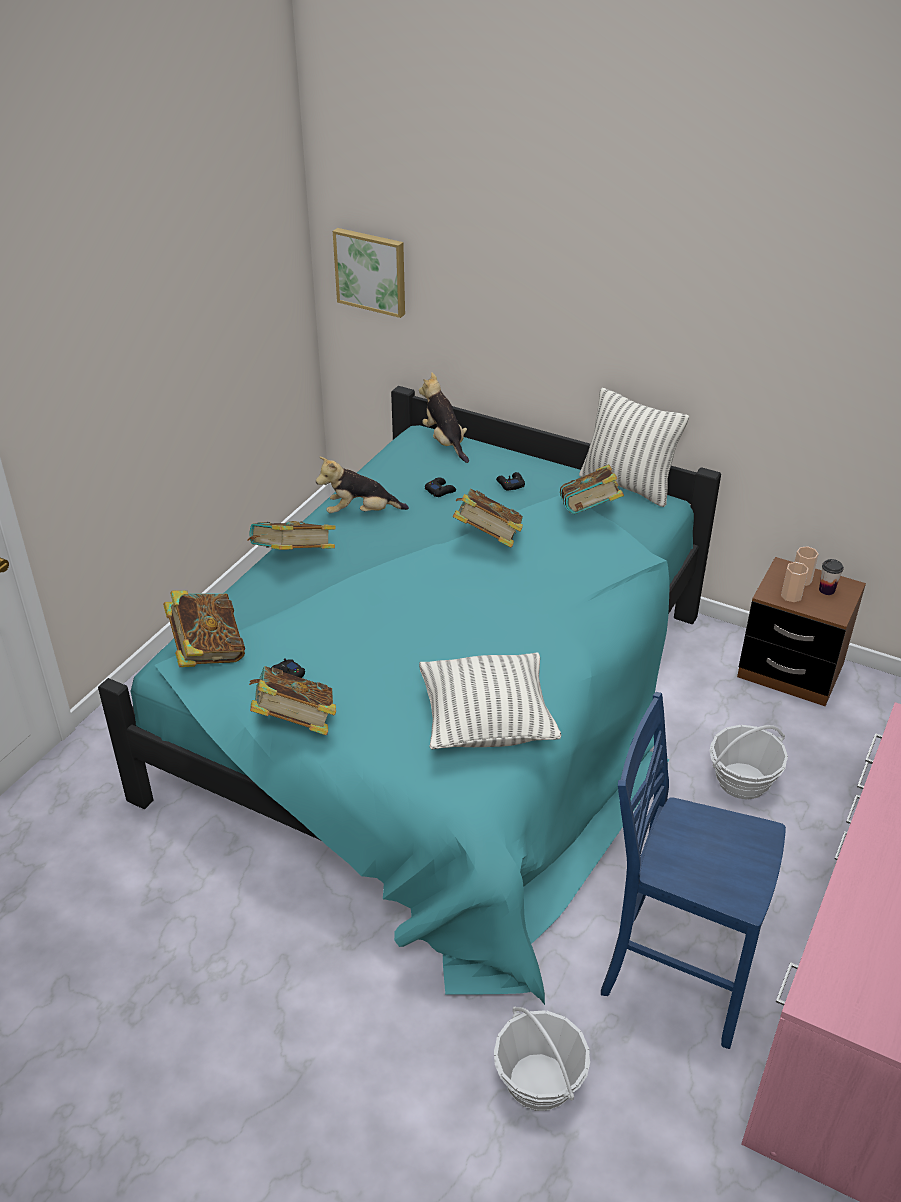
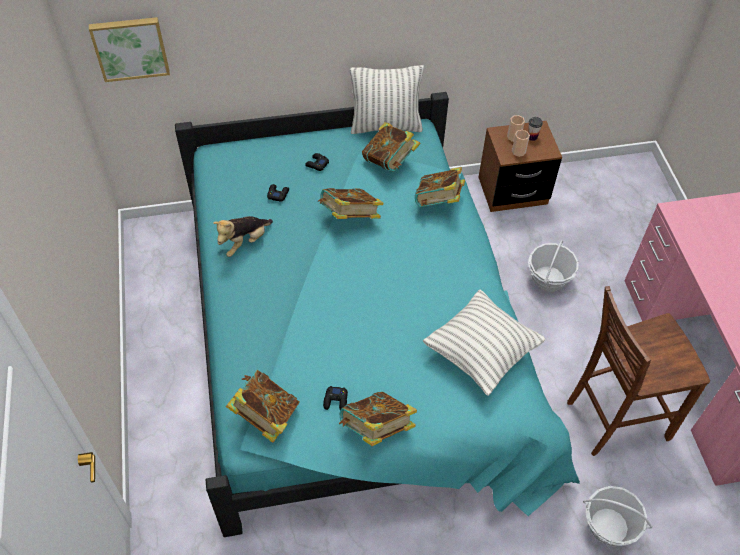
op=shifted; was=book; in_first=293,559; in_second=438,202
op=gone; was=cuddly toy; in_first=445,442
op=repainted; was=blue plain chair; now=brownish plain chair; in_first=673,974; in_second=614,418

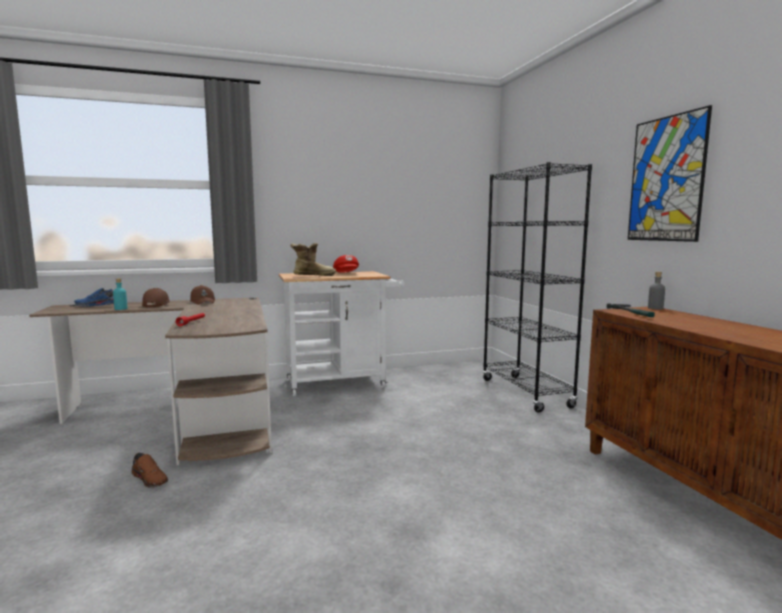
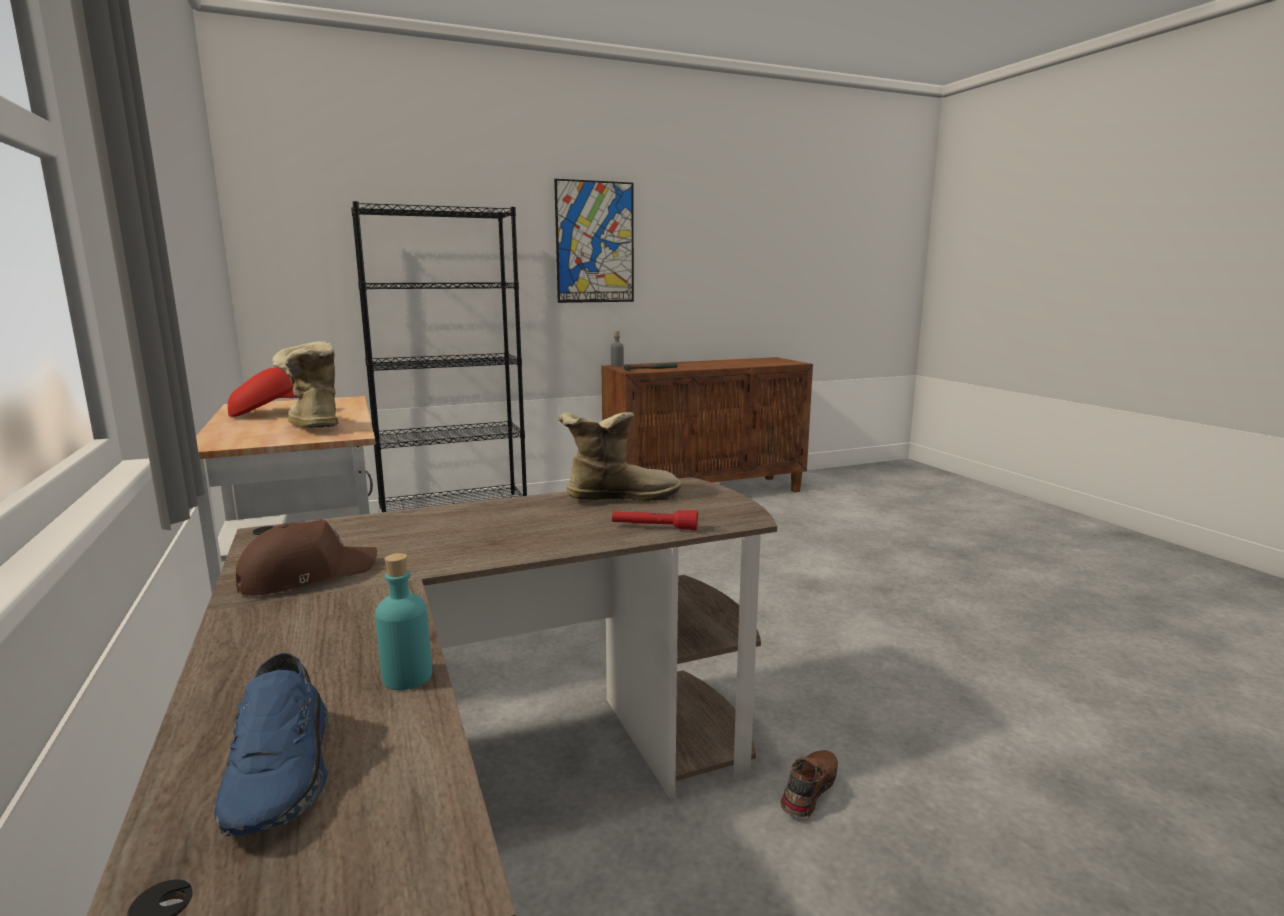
op=gone; was=brownish peaked cap; in_first=156,304
op=new; now=boot; in_second=618,497

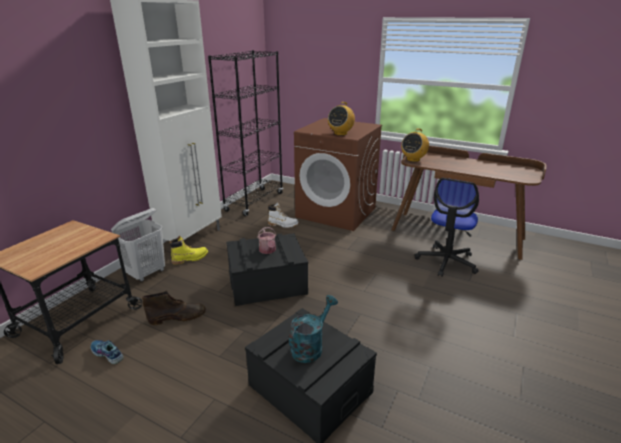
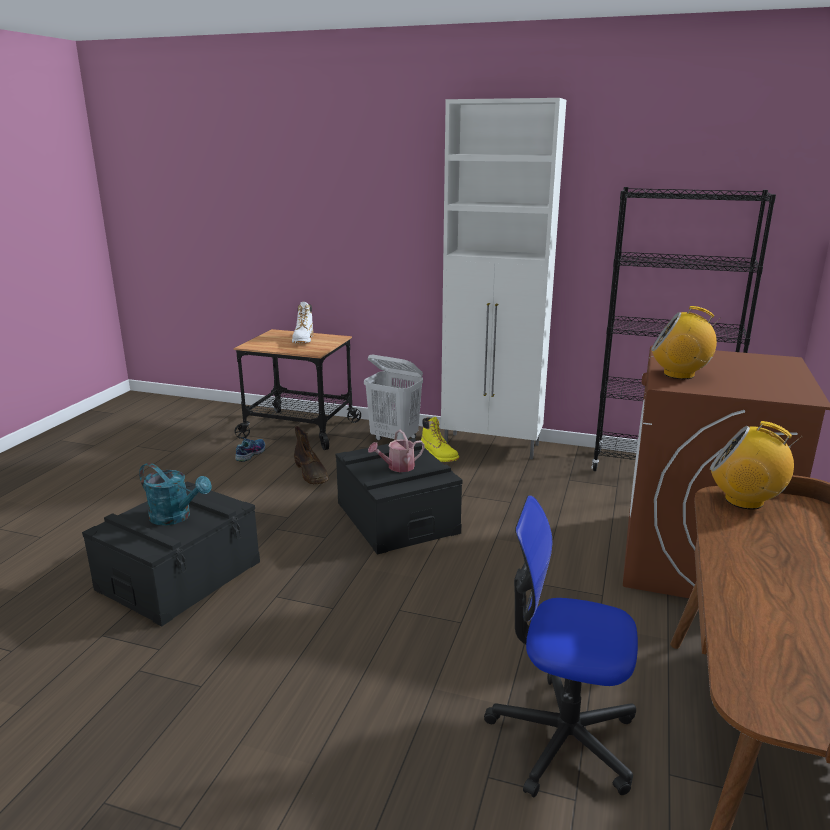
op=shifted; was=white boot; in_first=283,224; in_second=303,340

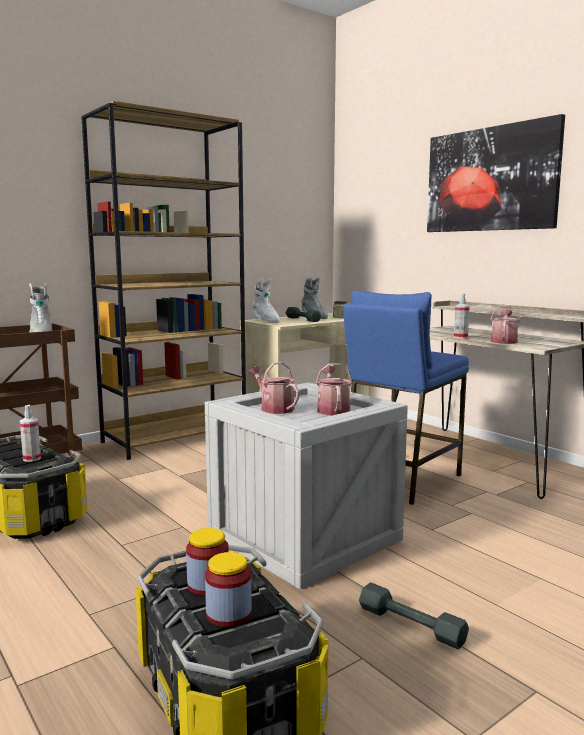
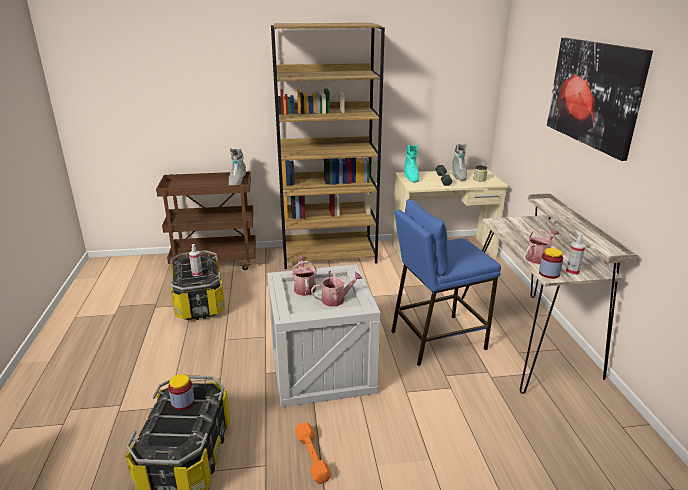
op=shifted; was=storage jar; in_first=228,614; in_second=549,274
op=repainted; was=white boot; now=turquoise-coloured boot; in_first=265,321; in_second=411,177
op=rotated; was=watering can; in_first=332,409; in_second=336,299; clockwise=45
op=repainted; was=gray dumbbell; now=orange-coloured dumbbell; in_first=411,624; in_second=312,456
op=shifted; was=spray bottle; in_first=460,337; in_second=572,272

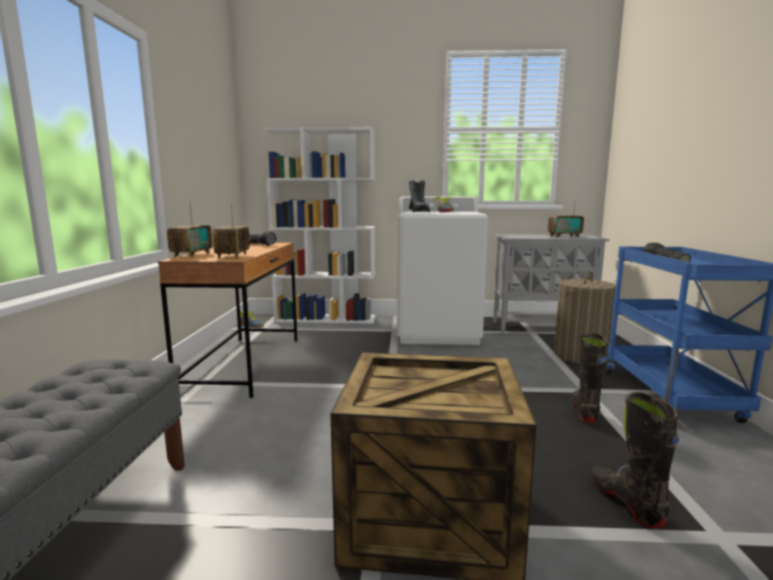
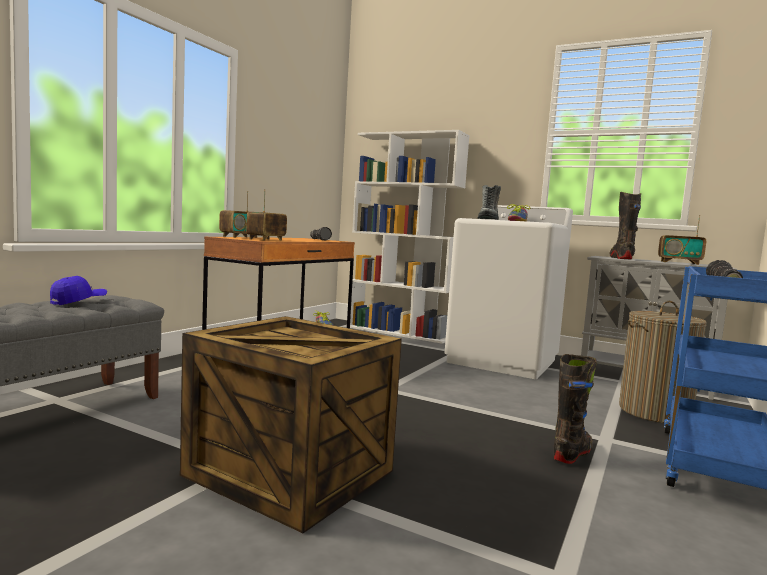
op=shifted; was=black boot; in_first=626,502; in_second=621,258
op=new; now=blue peaked cap; in_second=78,302

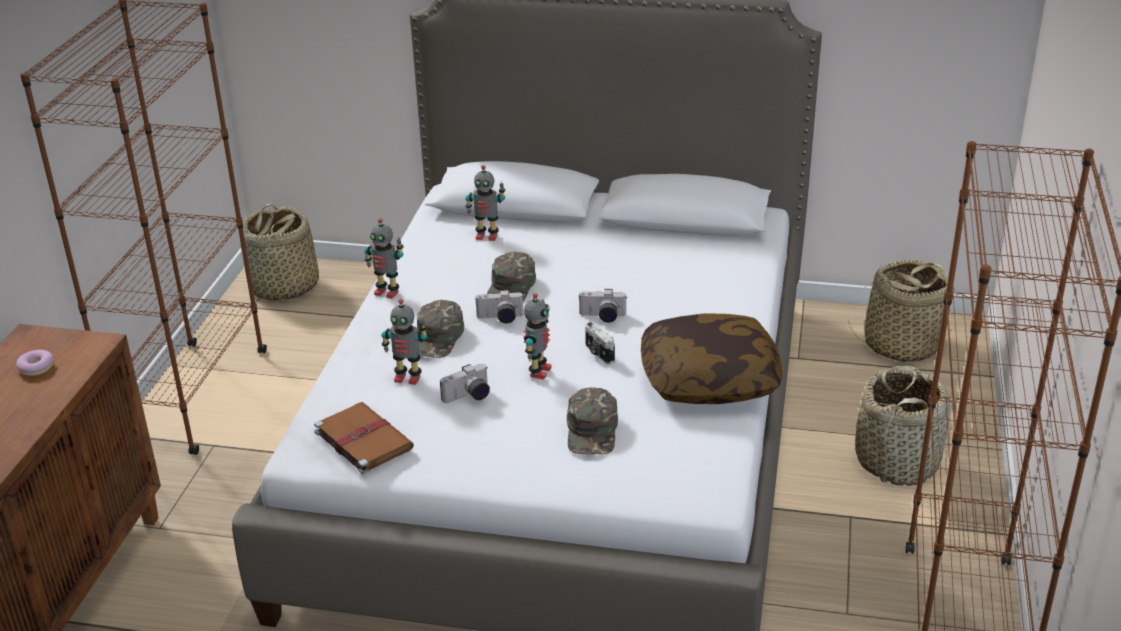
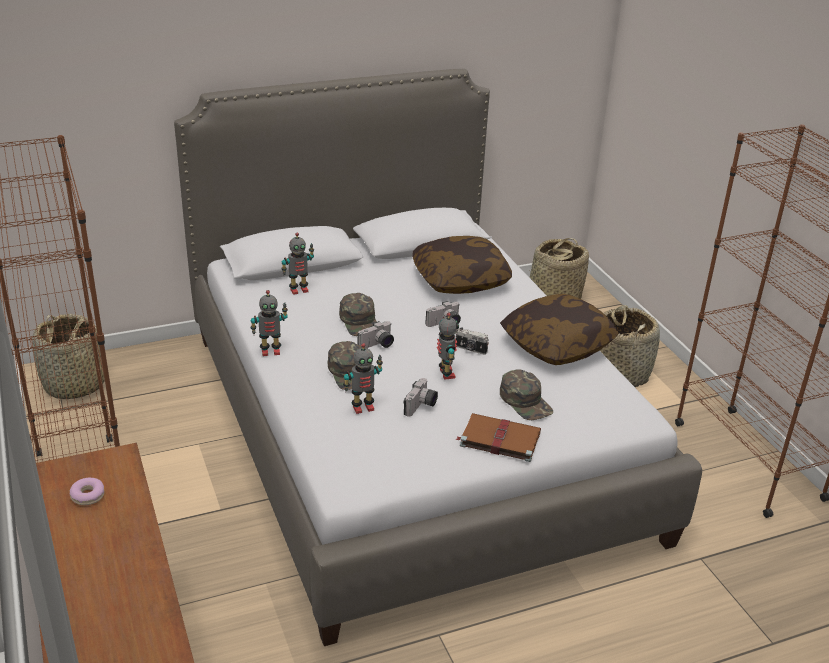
op=shifted; was=brownish book; in_first=362,439; in_second=498,439
op=new; now=throw pillow; in_second=460,280

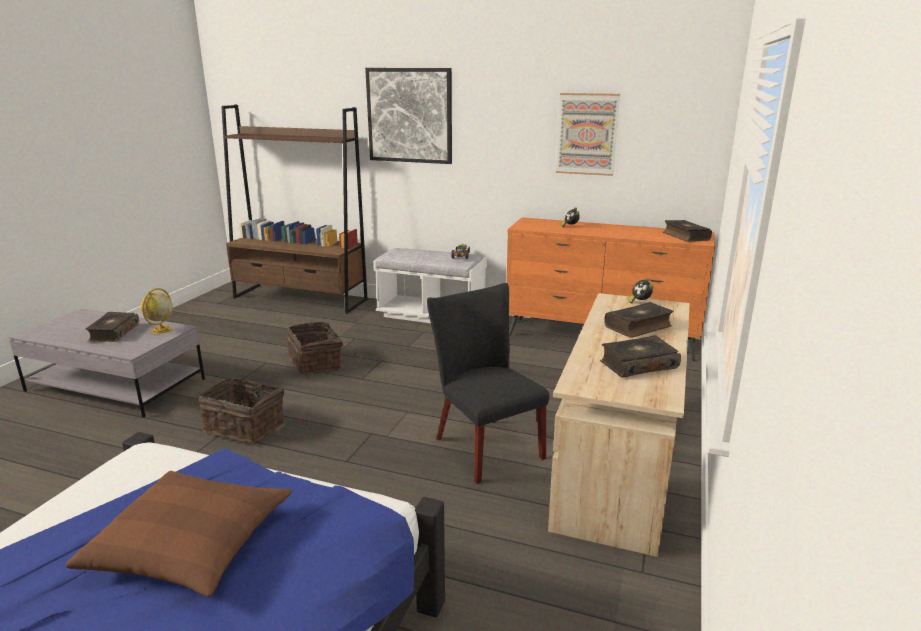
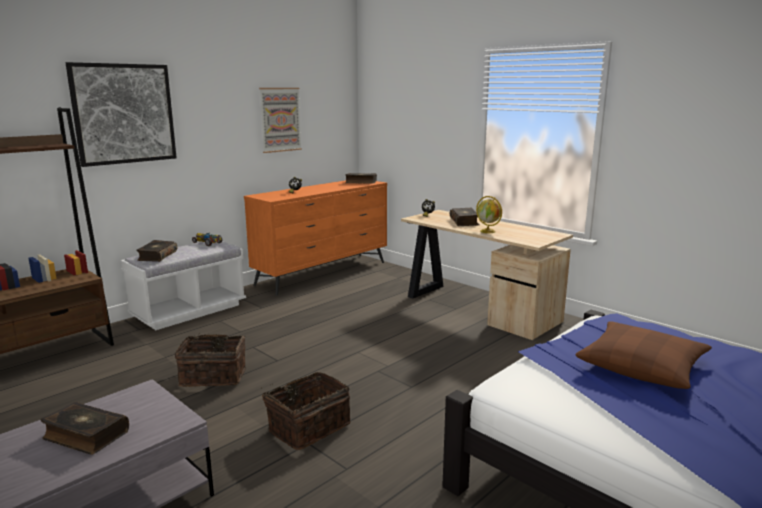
op=shifted; was=globe; in_first=161,330; in_second=488,231
op=gone; was=black plain chair; in_first=483,445
op=shifted; was=book; in_first=637,365; in_second=157,256

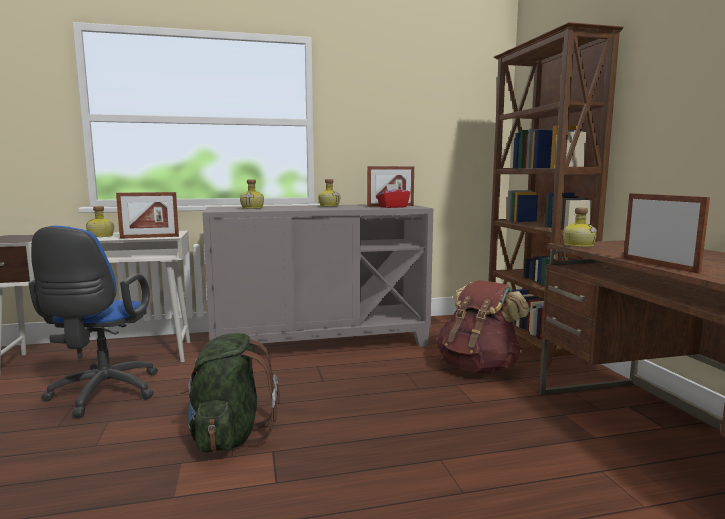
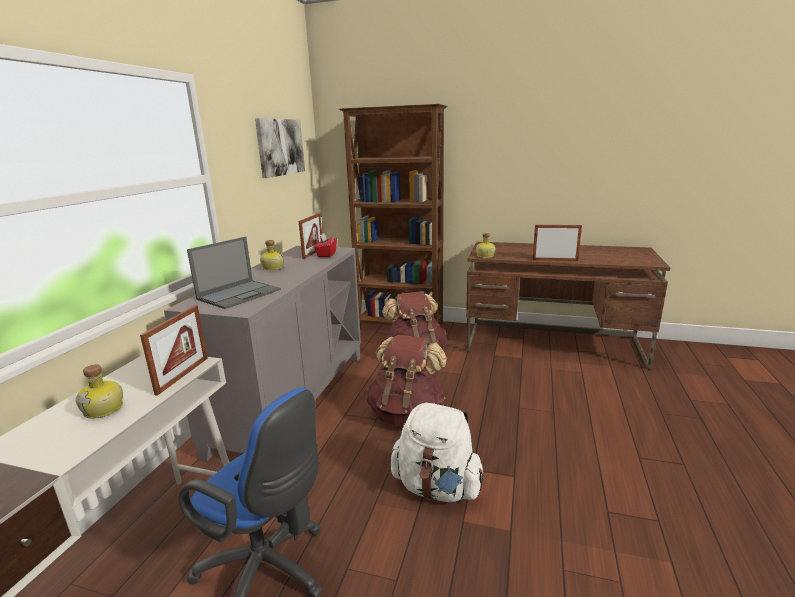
op=repainted; was=greenish rucksack; now=white rucksack; in_first=229,437; in_second=437,487
op=swapped; was=beverage bottle; now=portable computer; in_first=253,208; in_second=240,294
op=new; now=wall art; in_second=280,147
op=new; now=brownish rucksack; in_second=406,414

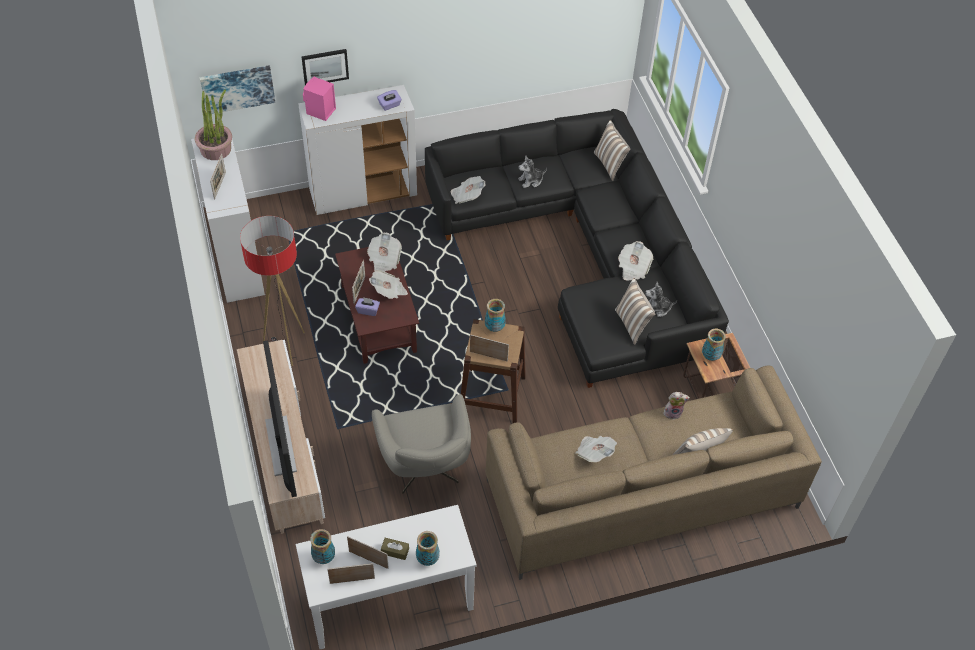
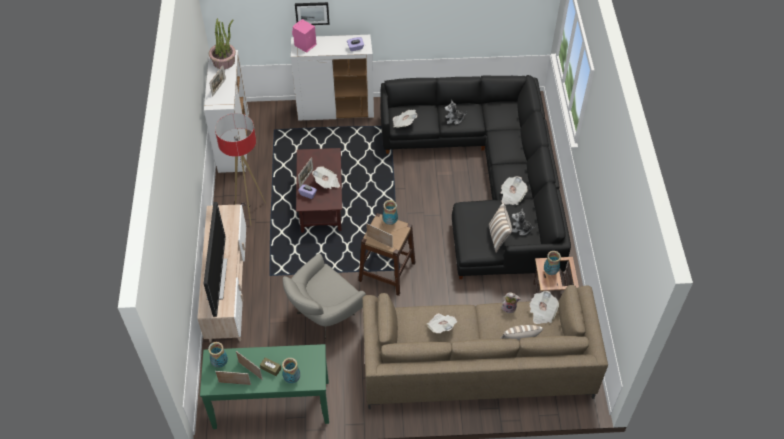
op=gone; was=wall art; in_first=237,88
op=repainted; was=white narrow table; now=greenish narrow table; in_first=389,600; in_second=271,405
op=shifted; was=newspaper; in_first=384,260; in_second=542,312
op=rotated; was=gray armchair; in_first=425,468; in_second=324,315; clockwise=45
op=gone; was=throw pillow; in_first=610,164

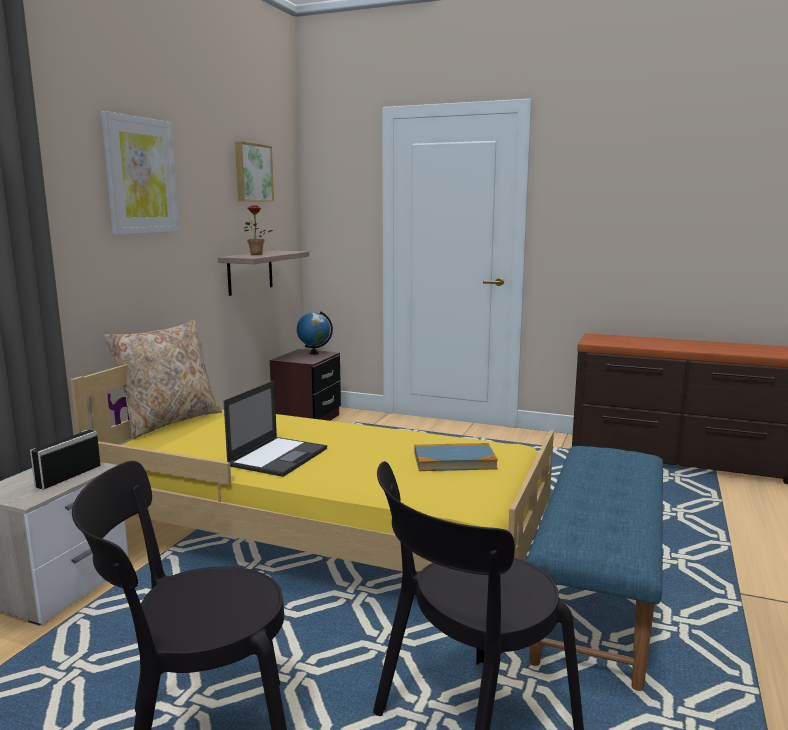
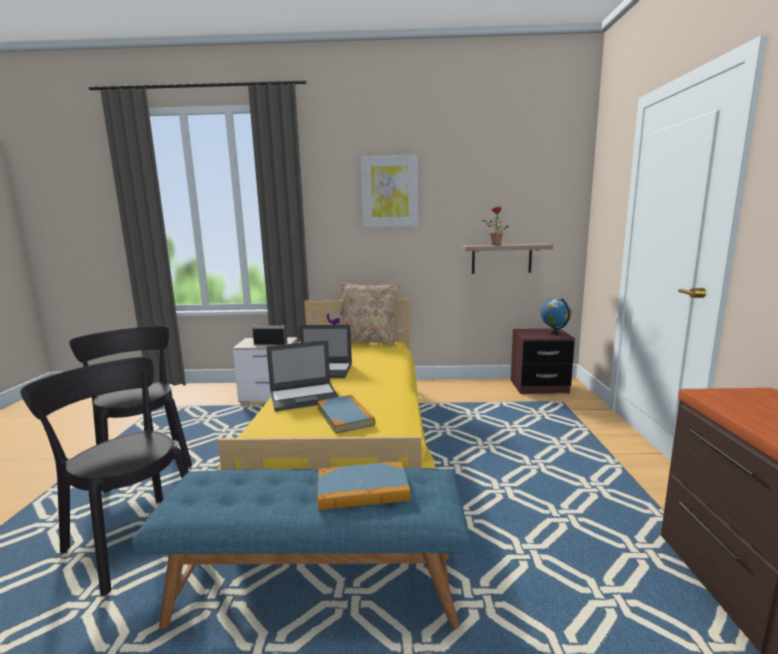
op=gone; was=wall art; in_first=252,172
op=new; now=portable computer; in_second=305,397
op=new; now=book; in_second=362,489

